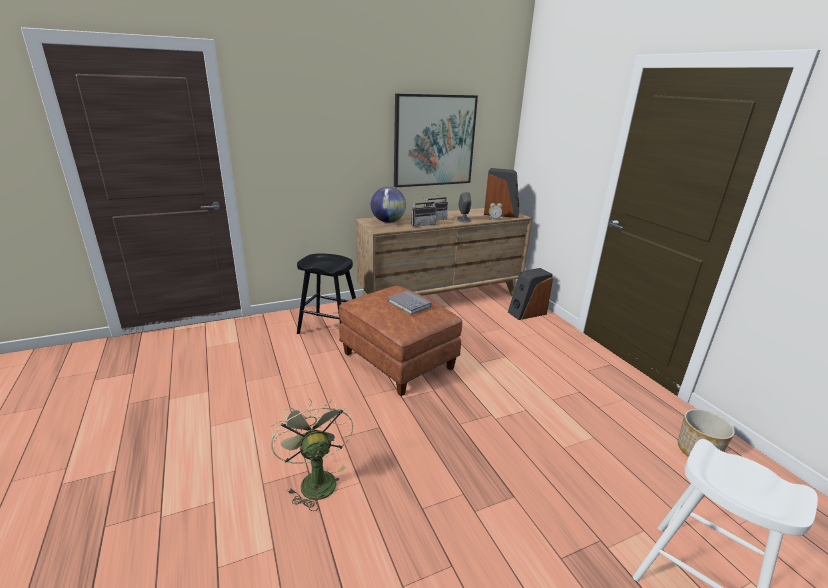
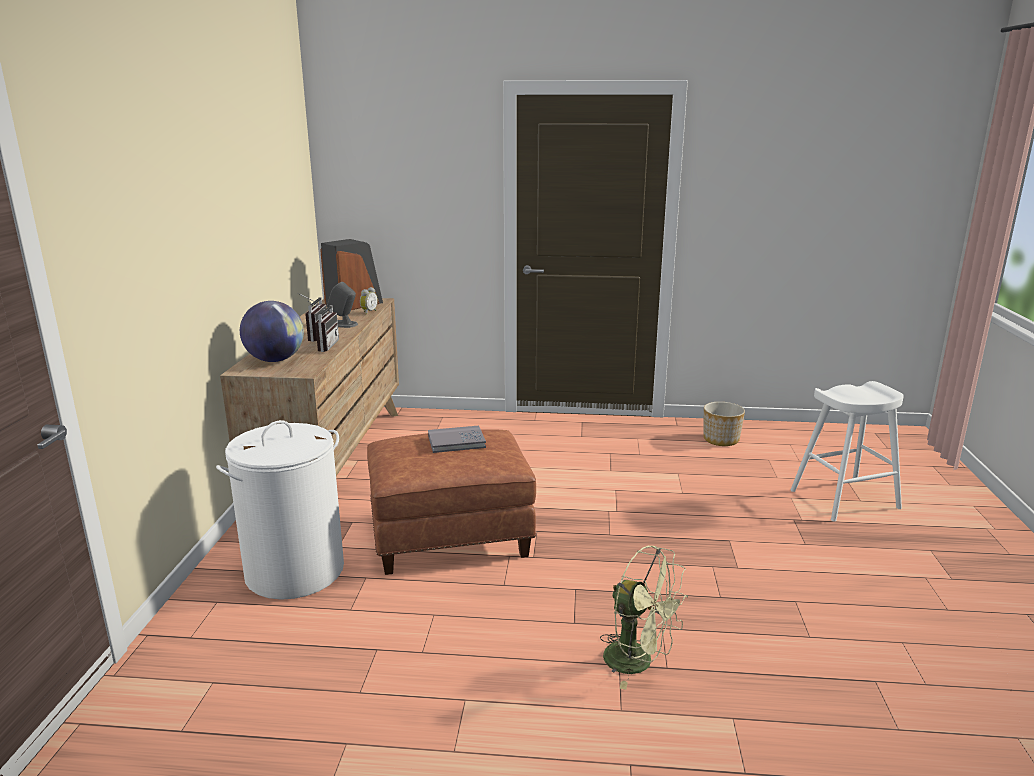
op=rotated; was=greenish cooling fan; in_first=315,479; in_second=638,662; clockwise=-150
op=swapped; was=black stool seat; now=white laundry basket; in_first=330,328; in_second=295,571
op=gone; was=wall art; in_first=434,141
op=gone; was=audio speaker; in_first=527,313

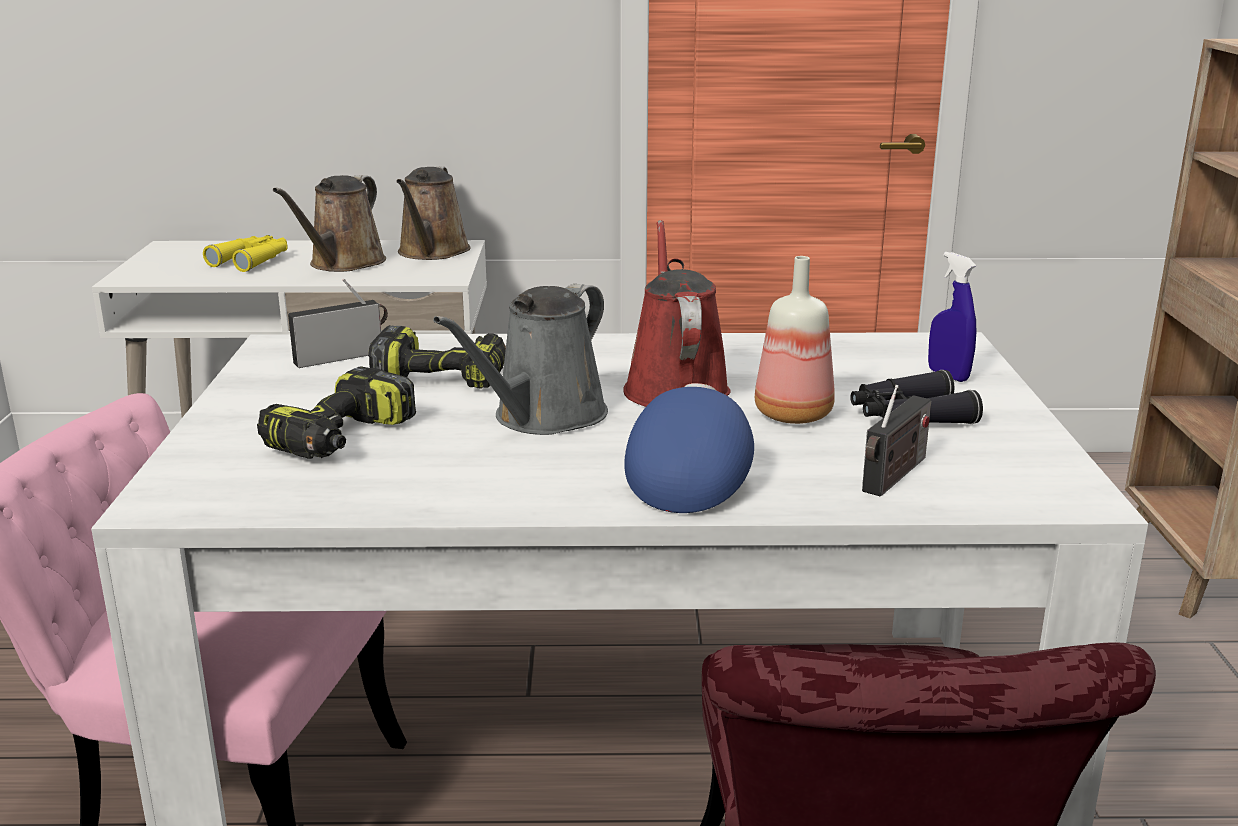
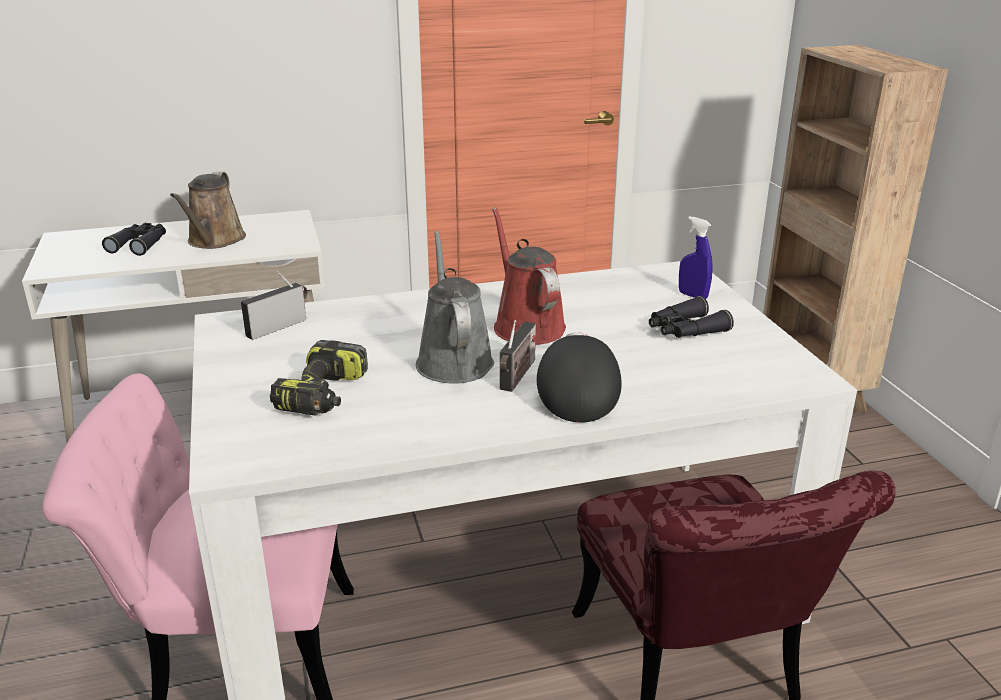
op=repainted; was=yellow binoculars; now=black binoculars; in_first=252,261; in_second=140,244
op=gone; was=electric drill; in_first=443,377
op=gone; was=brownish watering can; in_first=432,252
op=rotated; was=gray watering can; in_first=543,417; in_second=453,360; clockwise=150
op=repainted; was=blue peaked cap; now=black peaked cap; in_first=689,478; in_second=576,395
op=gone; was=beverage bottle; in_first=795,415
op=shifted; was=radio; in_first=893,477; in_second=517,376

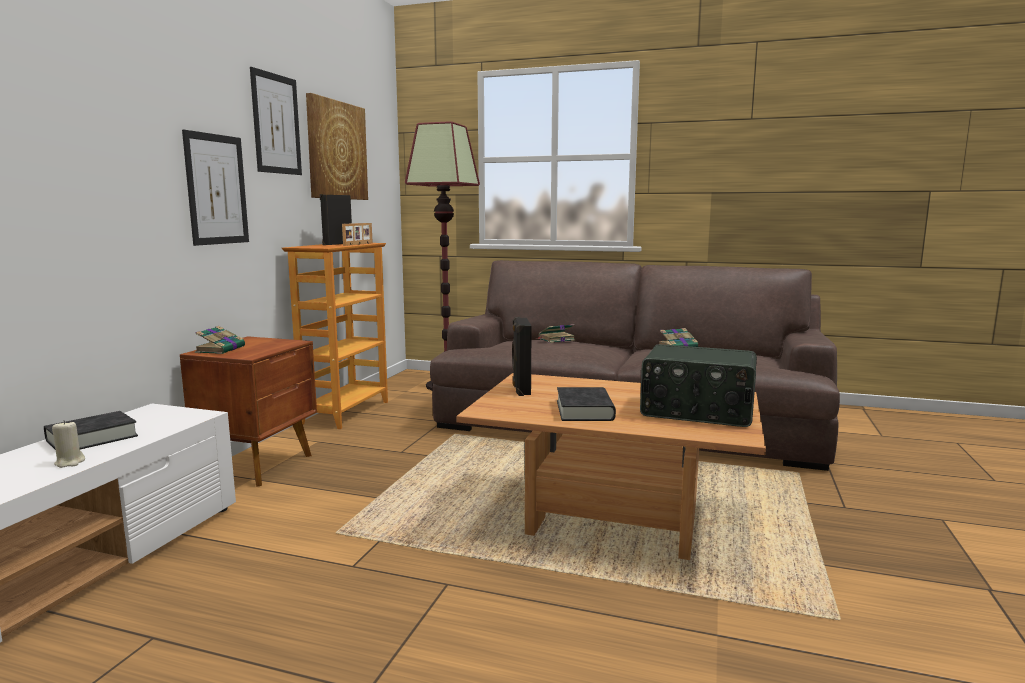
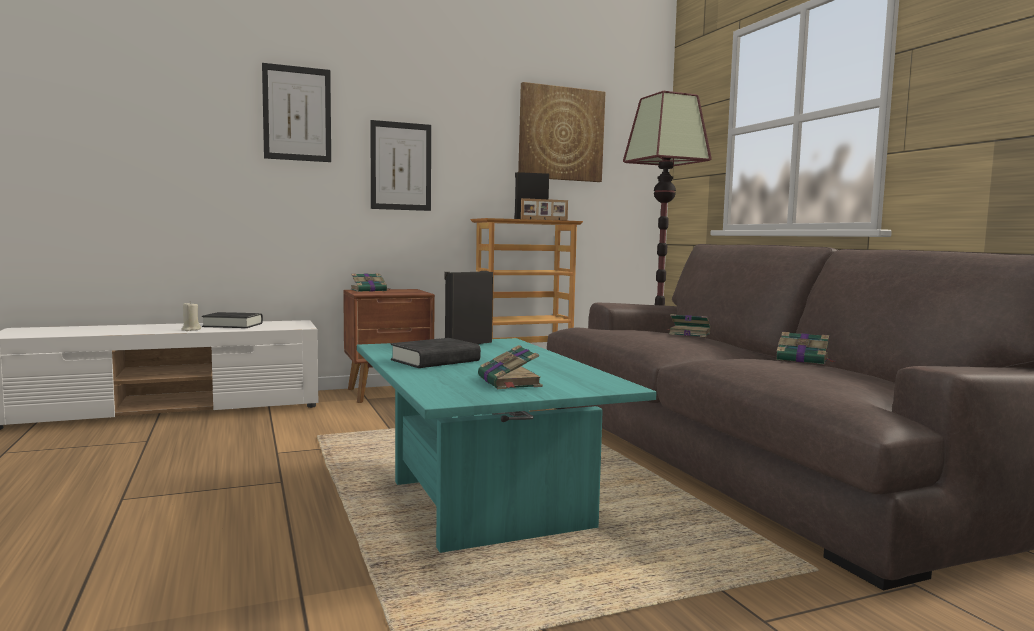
op=shifted; was=wall art; in_first=276,124; in_second=297,113
op=repainted; was=brownish lounge table; now=turquoise-coloured lounge table; in_first=611,519; in_second=481,504
op=swapped; was=radio; now=book; in_first=697,411; in_second=510,382

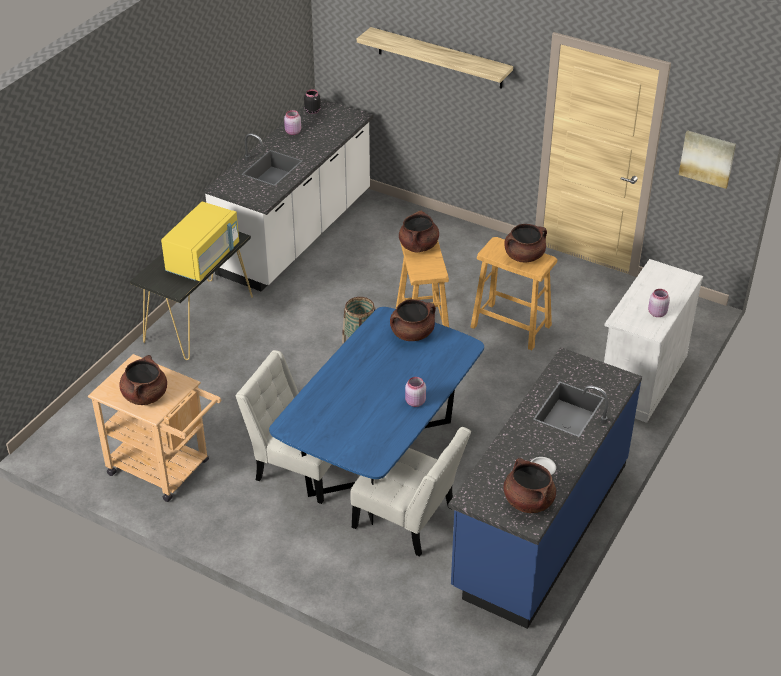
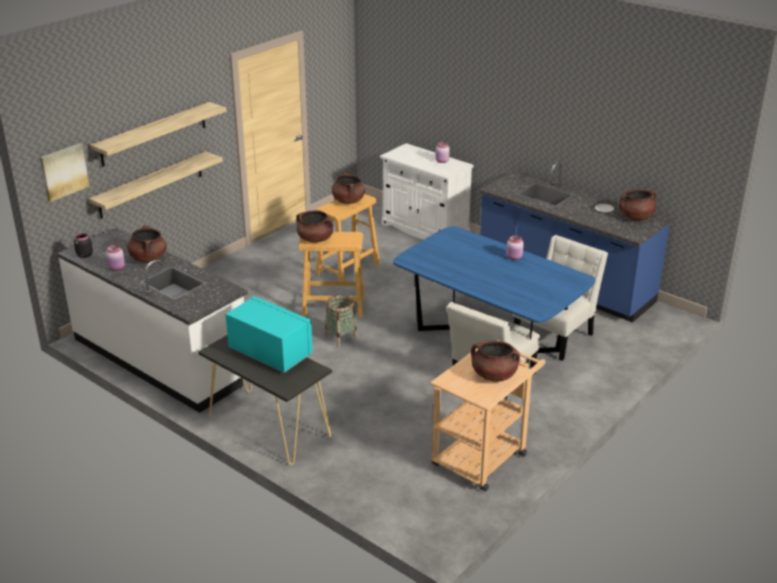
op=repainted; was=yellow kitchen microwave; now=turquoise-coloured kitchen microwave; in_first=203,259; in_second=270,353
op=shifted; was=brownish cooking pot; in_first=412,333; in_second=148,258
op=shifted; was=wall art; in_first=707,158; in_second=64,171
op=new; now=wall shelf; in_second=151,185

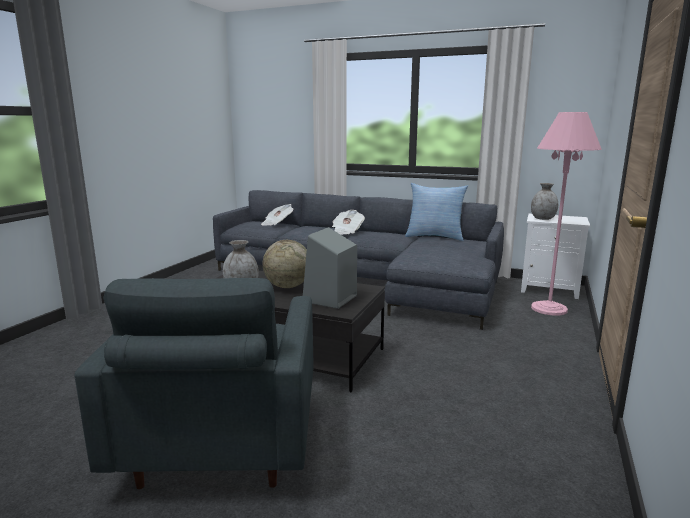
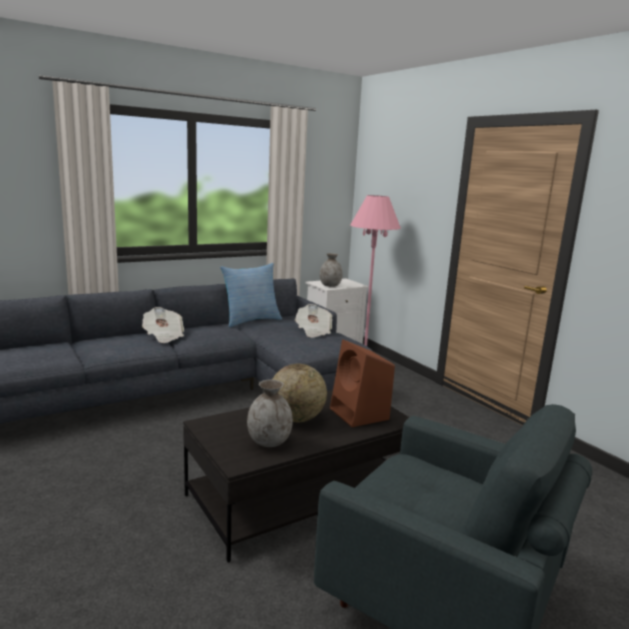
op=shifted; was=newspaper; in_first=277,223; in_second=313,331
op=repainted; was=gray audio speaker; now=brownish audio speaker; in_first=329,299; in_second=360,414

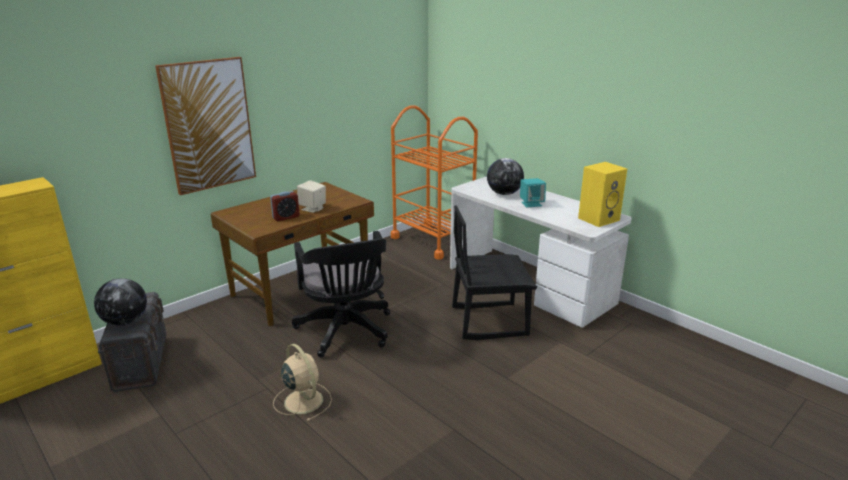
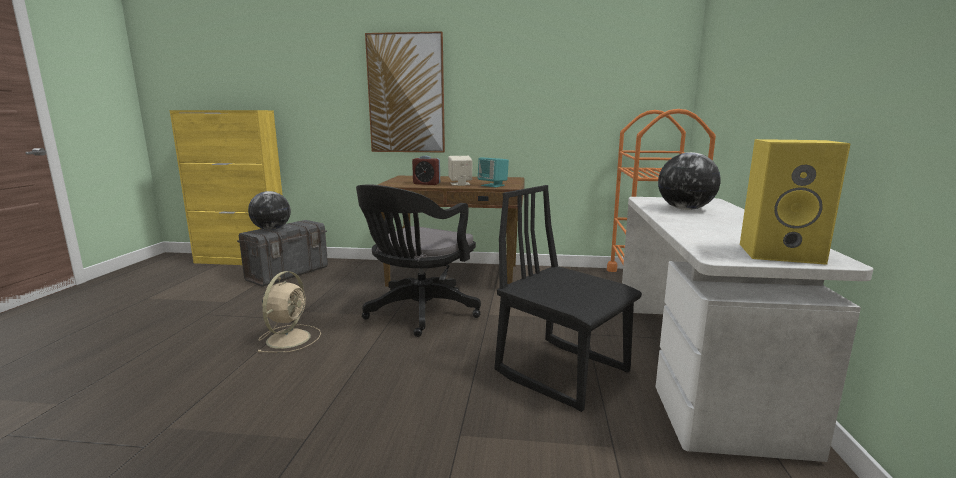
op=shifted; was=turquoise-coloured audio speaker; in_first=531,204; in_second=493,185

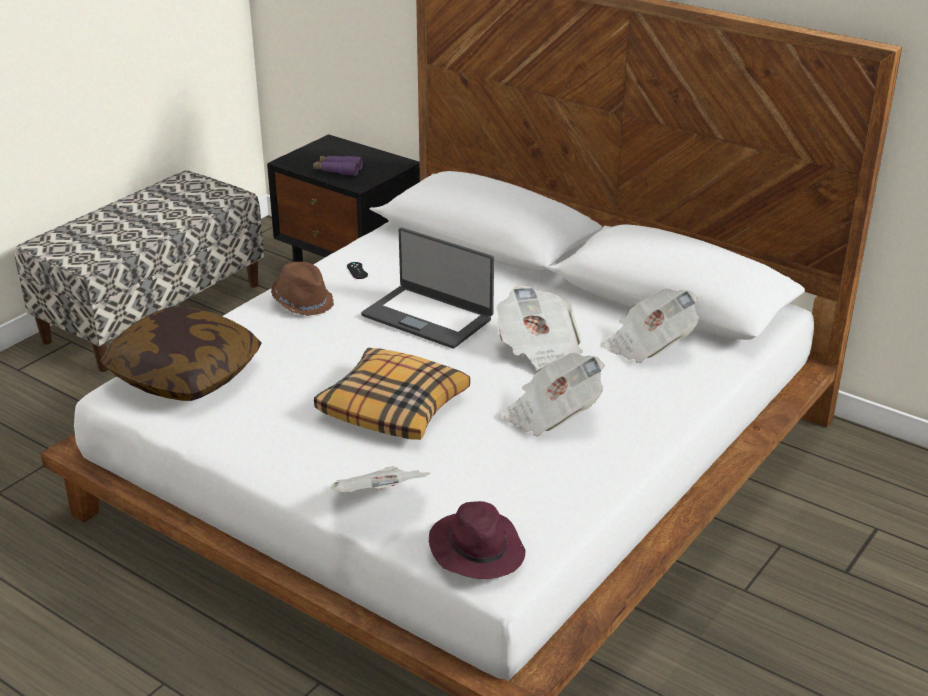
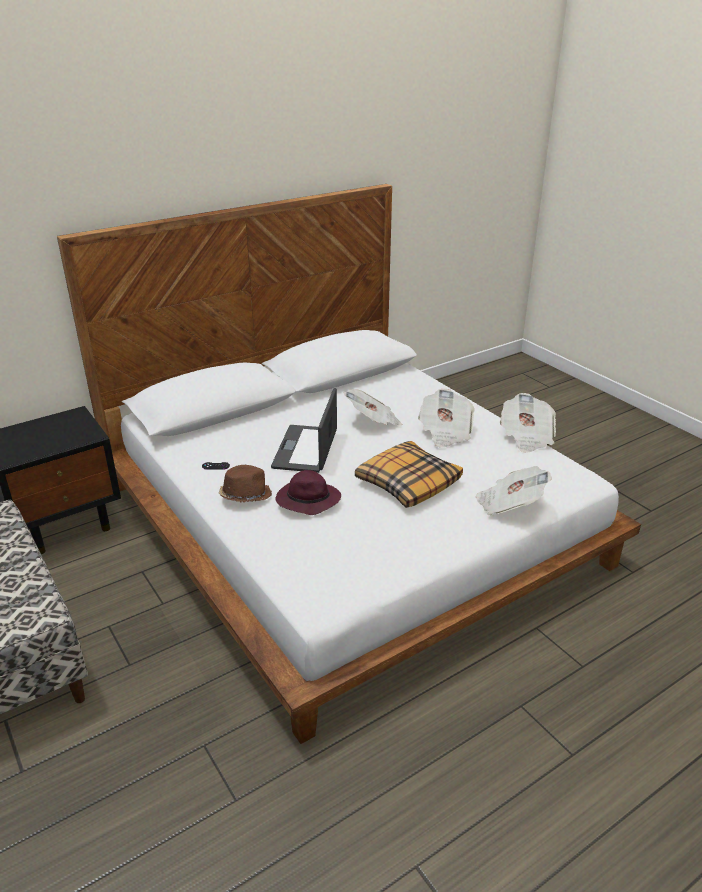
op=gone; was=throw pillow; in_first=185,374
op=gone; was=purple binoculars; in_first=337,170
op=rotated; was=portable computer; in_first=428,316; in_second=306,449; clockwise=135
op=shifted; was=purple clothing hat; in_first=476,549; in_second=307,501
op=shifted; was=newspaper; in_first=649,346; in_second=526,437

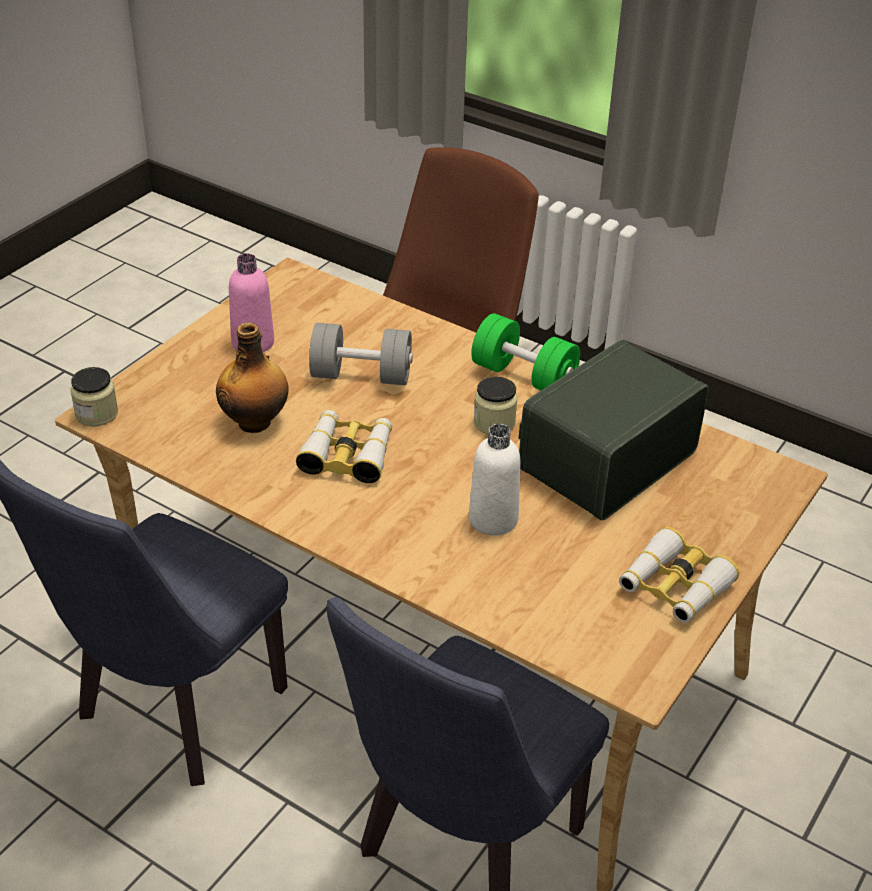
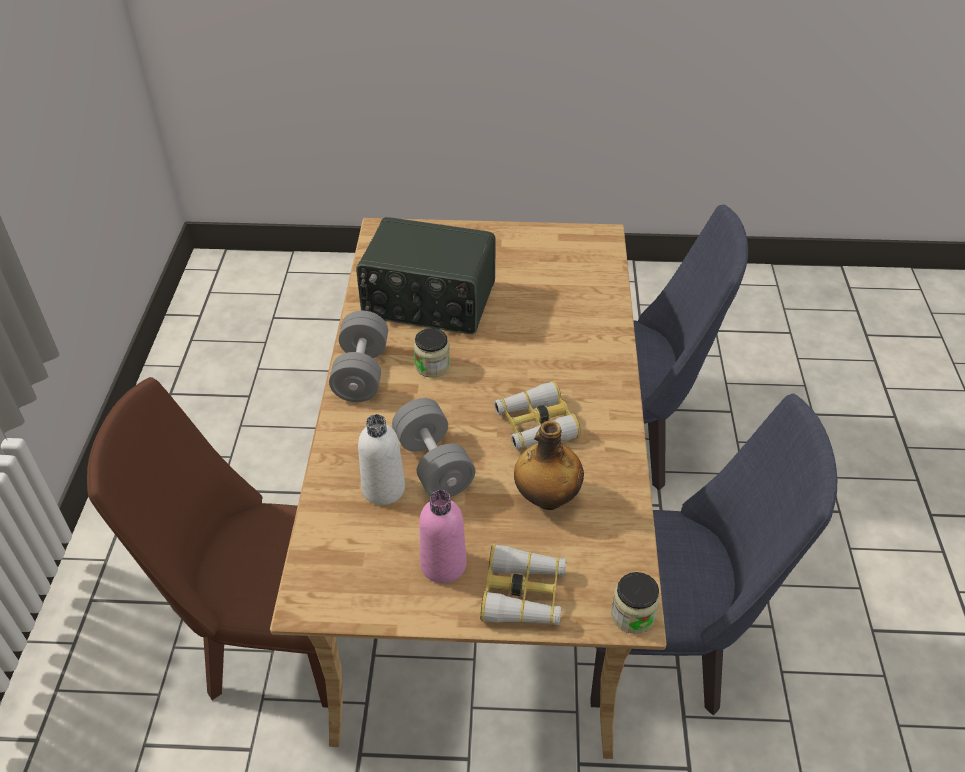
op=shifted; was=white beverage bottle; in_first=493,519; in_second=383,489
op=repainted; was=greenish dumbbell; now=gray dumbbell; in_first=524,376; in_second=361,372
op=shifted; was=binoculars; in_first=674,586; in_second=524,594

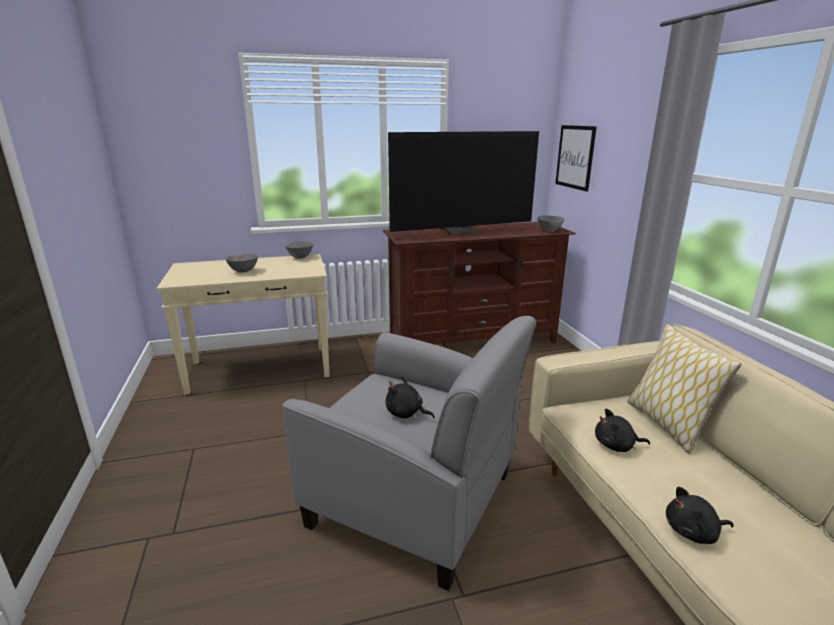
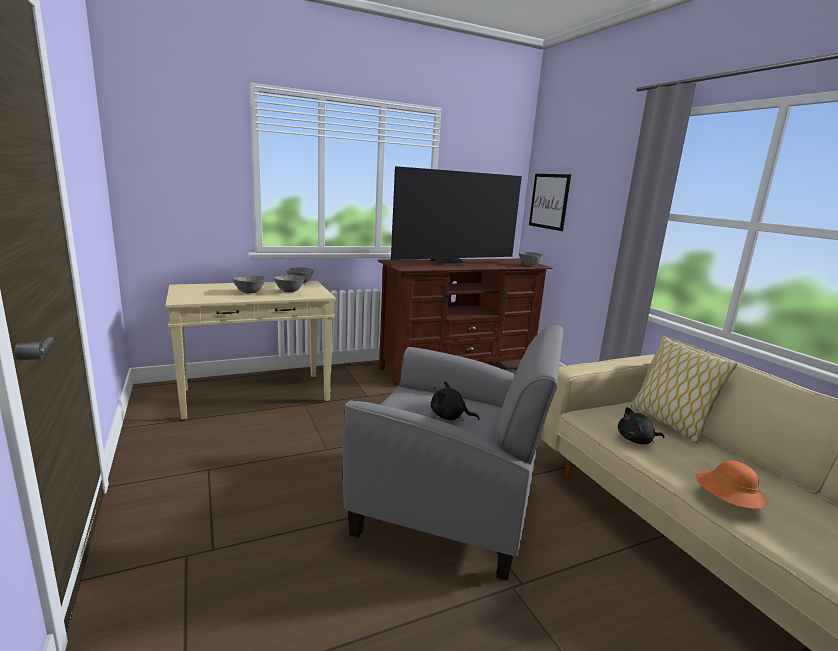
op=swapped; was=black cuddly toy; now=orange-coloured clothing hat; in_first=693,532; in_second=726,502
op=new; now=gray bowl; in_second=289,291

